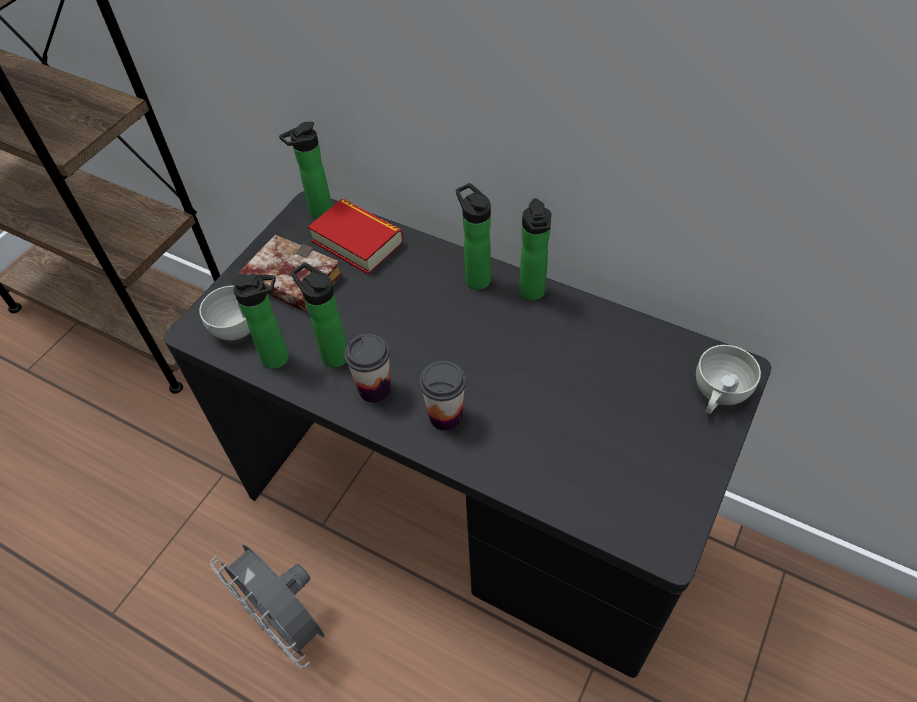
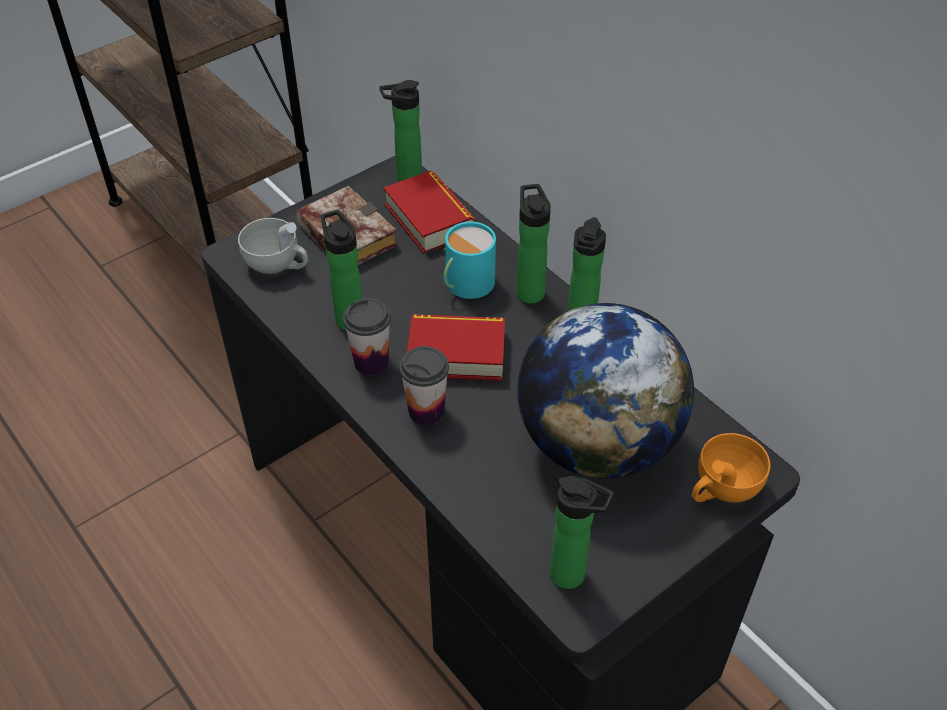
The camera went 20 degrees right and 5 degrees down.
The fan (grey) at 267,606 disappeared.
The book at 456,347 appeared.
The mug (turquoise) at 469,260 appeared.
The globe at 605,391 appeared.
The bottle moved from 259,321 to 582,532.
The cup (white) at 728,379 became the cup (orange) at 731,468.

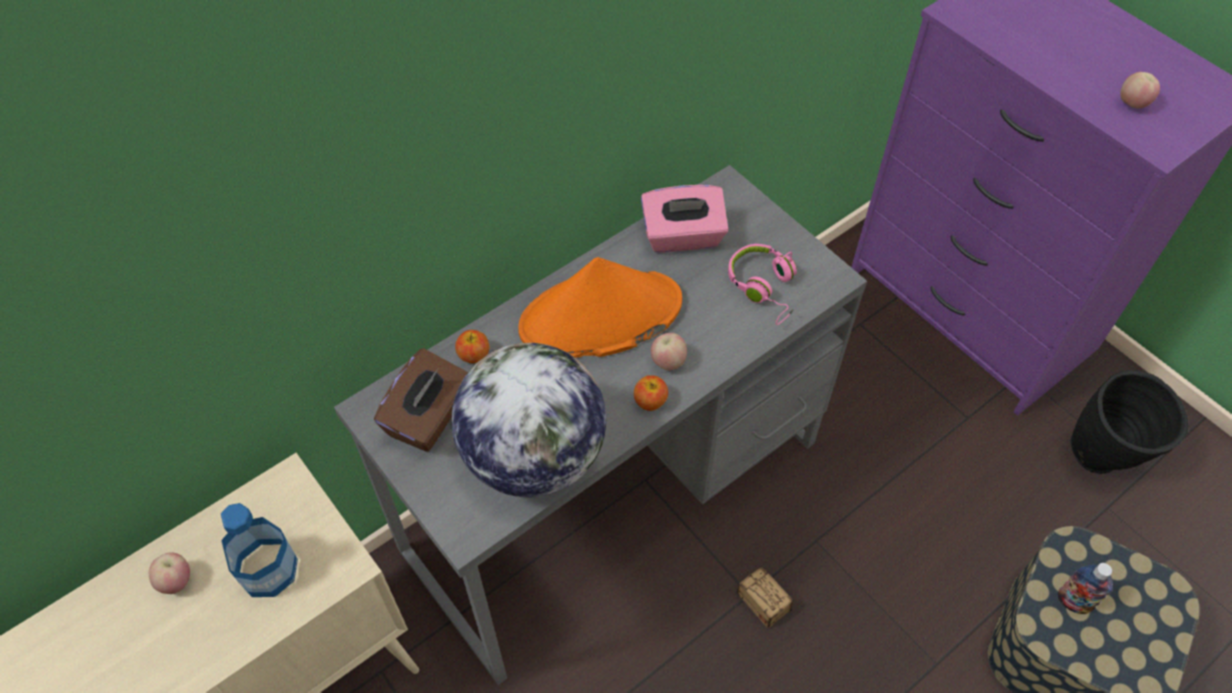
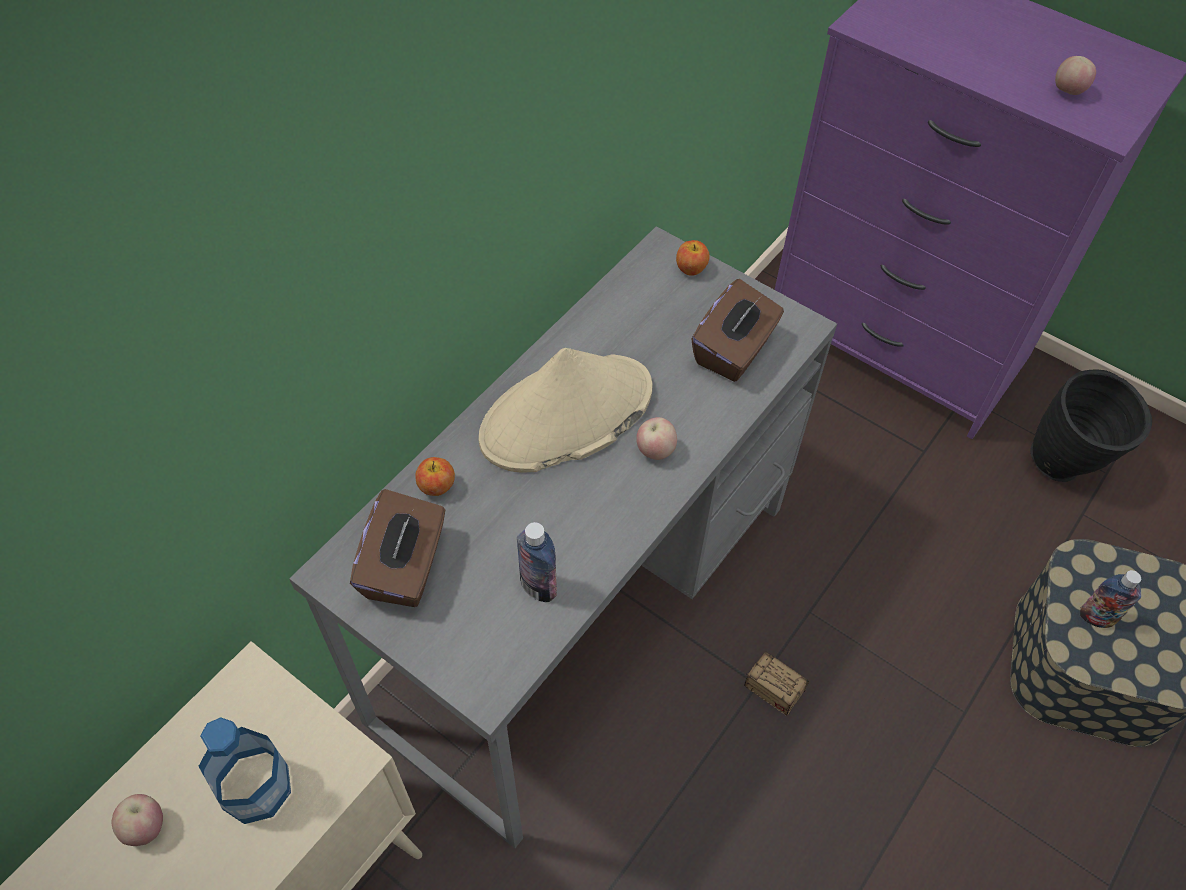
The camera went 15 degrees left and 0 degrees up.
The tissue box (pink) at 685,219 disappeared.
The apple moved from 651,393 to 693,258.
The globe at 528,420 was replaced by the bottle at 537,562.
The headphones (pink) at 762,284 was replaced by the tissue box (brown) at 737,330.
The hat (orange) at 600,307 became the hat (beige) at 565,410.

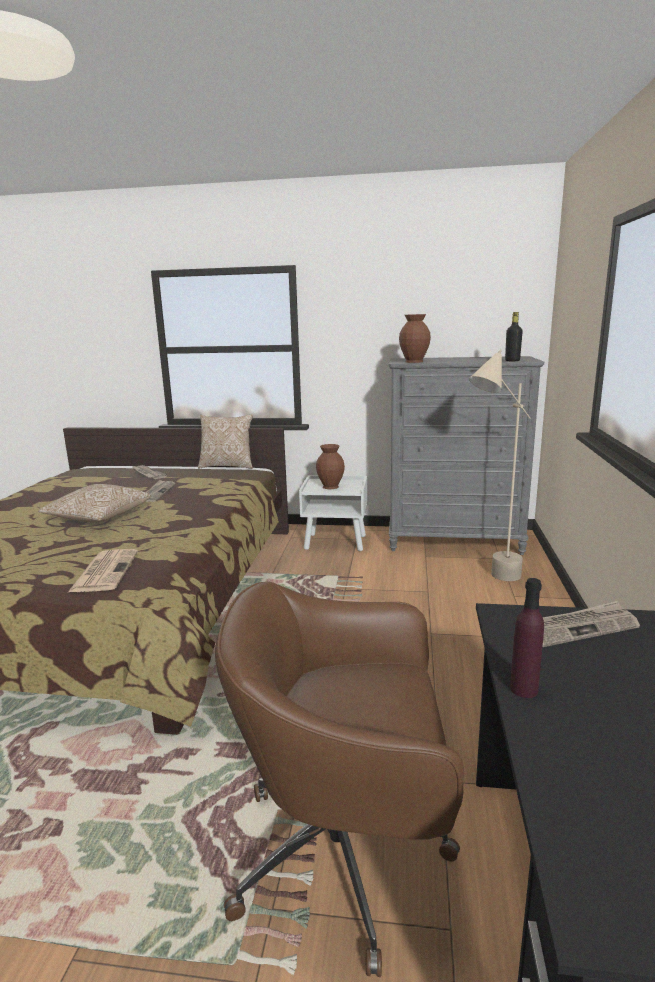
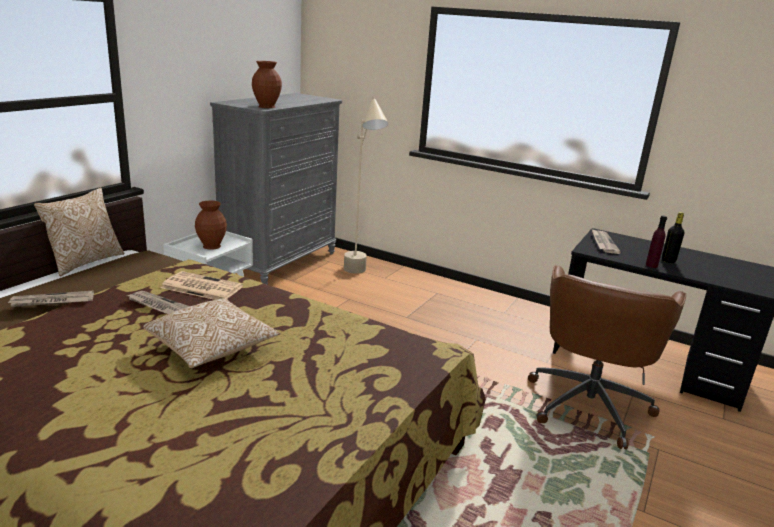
The camera went 70 degrees left and 5 degrees up.
The newspaper moved from 103,570 to 201,285.
The bottle (black) moved from 514,336 to 673,237.

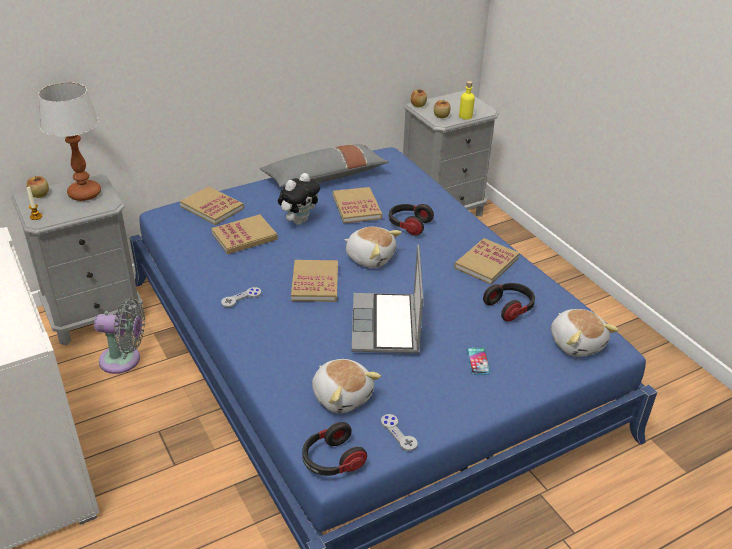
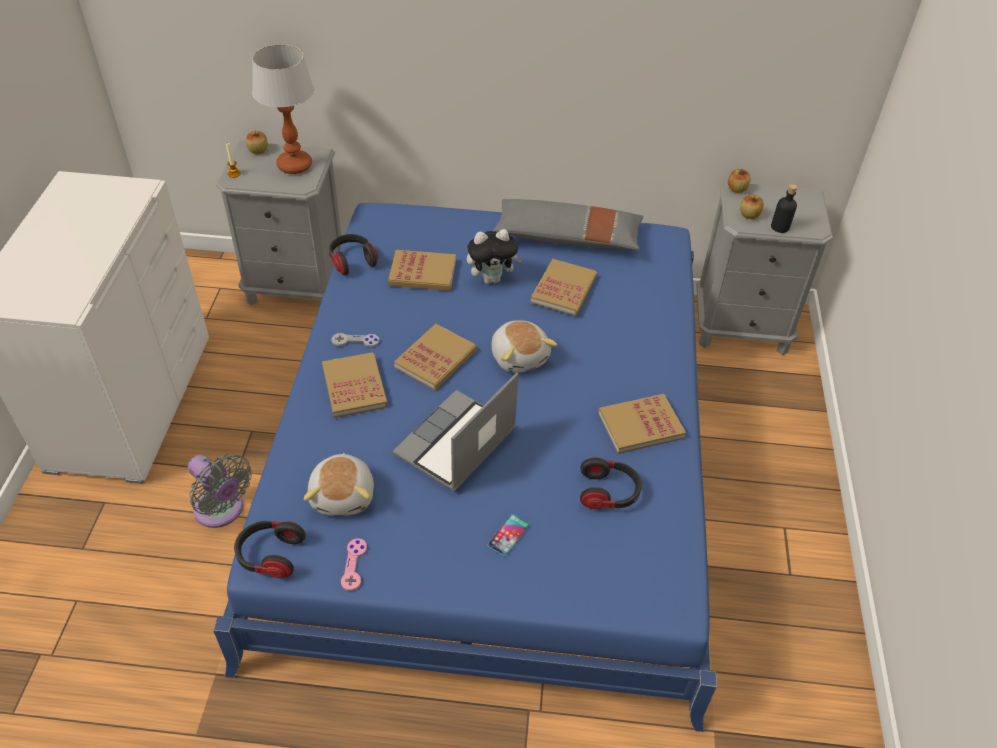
The camera went 35 degrees right and 10 degrees up.
The plush toy at 585,333 disappeared.
The fan (grey) moved from 119,336 to 220,491.
The book moved from 212,205 to 355,385.
The headphones moved from 411,219 to 353,254.
The game controller (grey) at 399,432 became the game controller (pink) at 354,565.
The bottle (yellow) at 467,100 became the bottle (black) at 784,208.

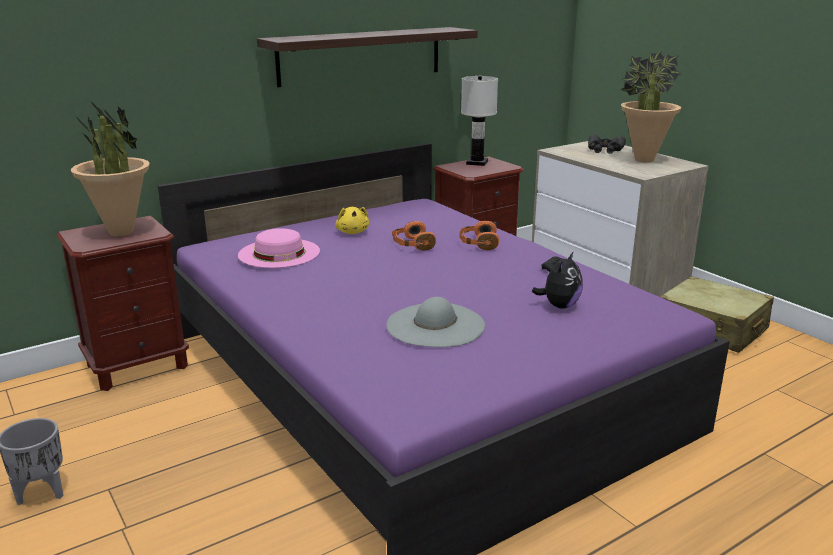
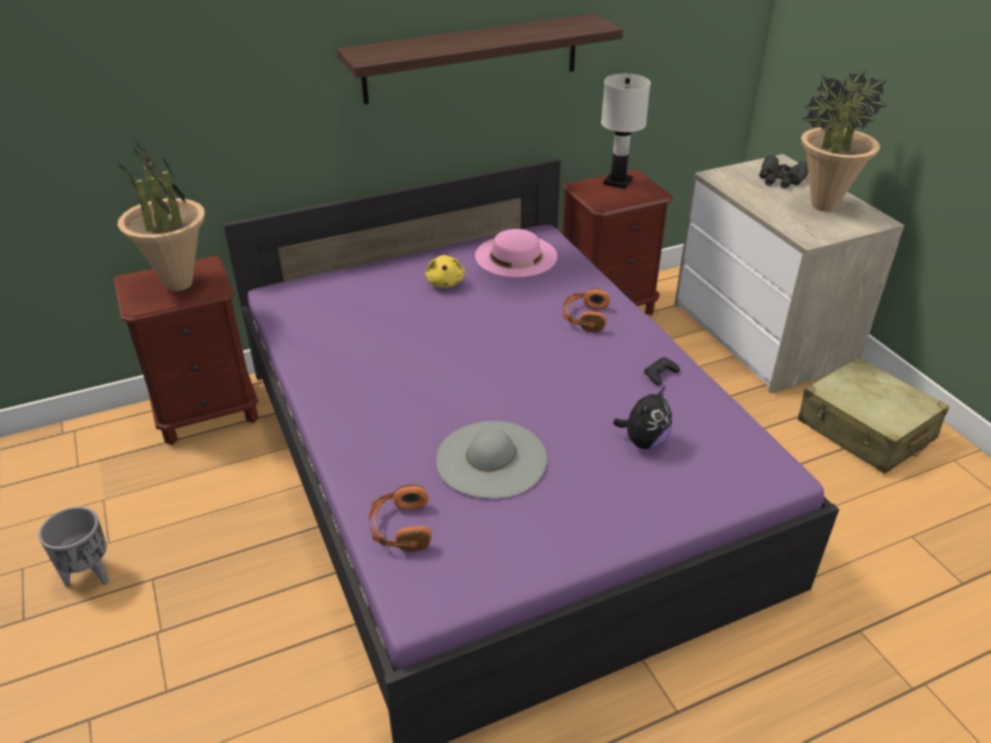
The camera went 10 degrees right and 15 degrees up.
The hat (pink) moved from 279,248 to 516,253.
The headphones (orange) moved from 414,235 to 400,518.

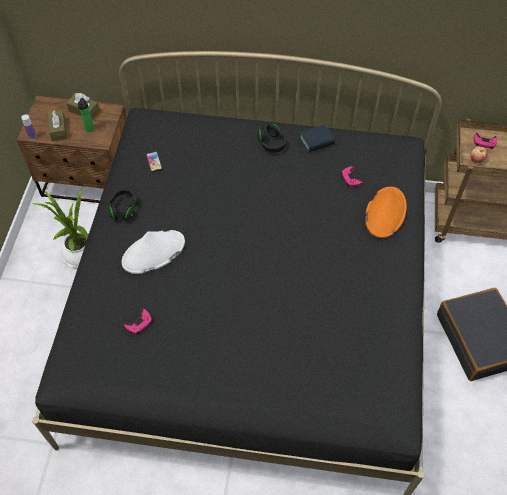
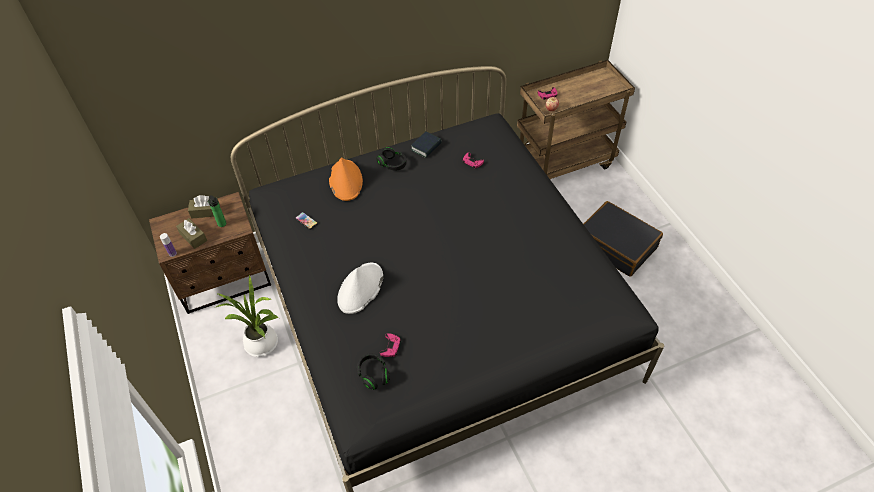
The camera went 30 degrees left and 5 degrees down.
The headphones (black) moved from 122,204 to 373,371.
The hat (orange) moved from 386,212 to 346,179.

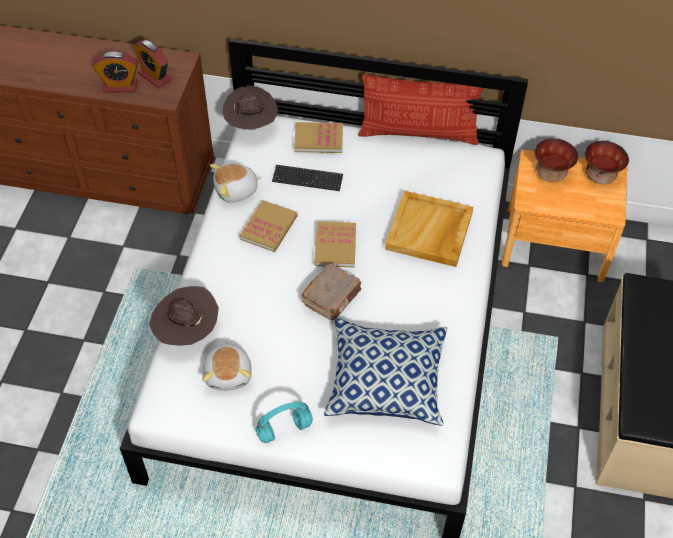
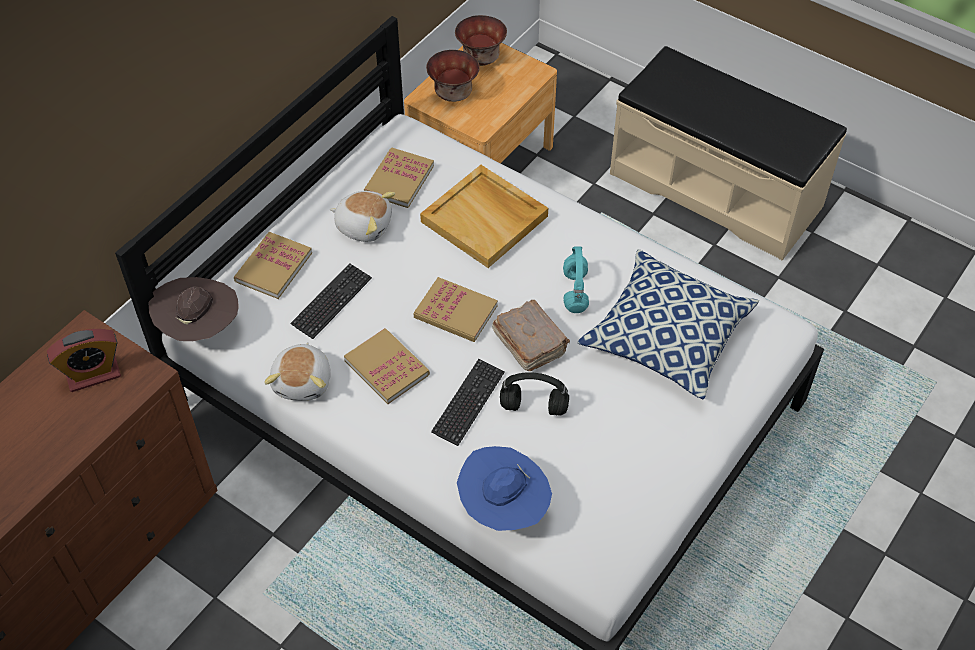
The camera went 65 degrees left and 0 degrees up.
The alarm clock at 115,72 disappeared.
The pillow at 420,109 disappeared.
The book at 399,178 appeared.
The keyboard at 468,402 appeared.
The headphones (black) at 534,394 appeared.
The plush toy moved from 227,366 to 362,216.
The headphones (turquoise) moved from 284,422 to 576,279.
The hat (brown) at 184,316 became the hat (blue) at 504,488.

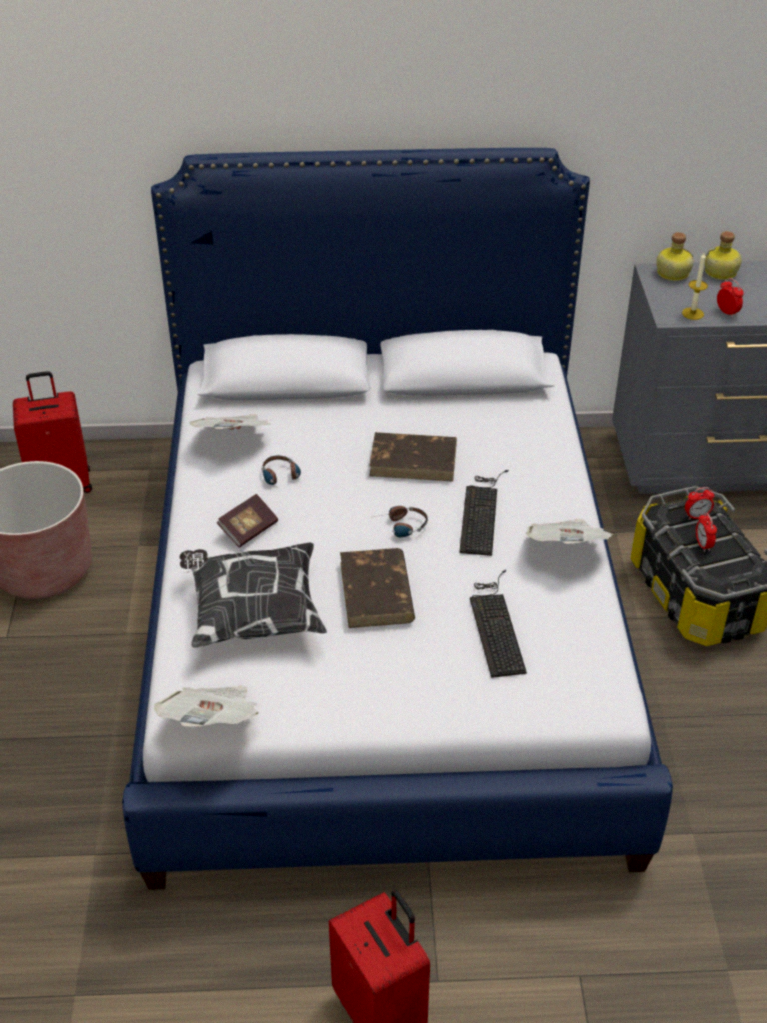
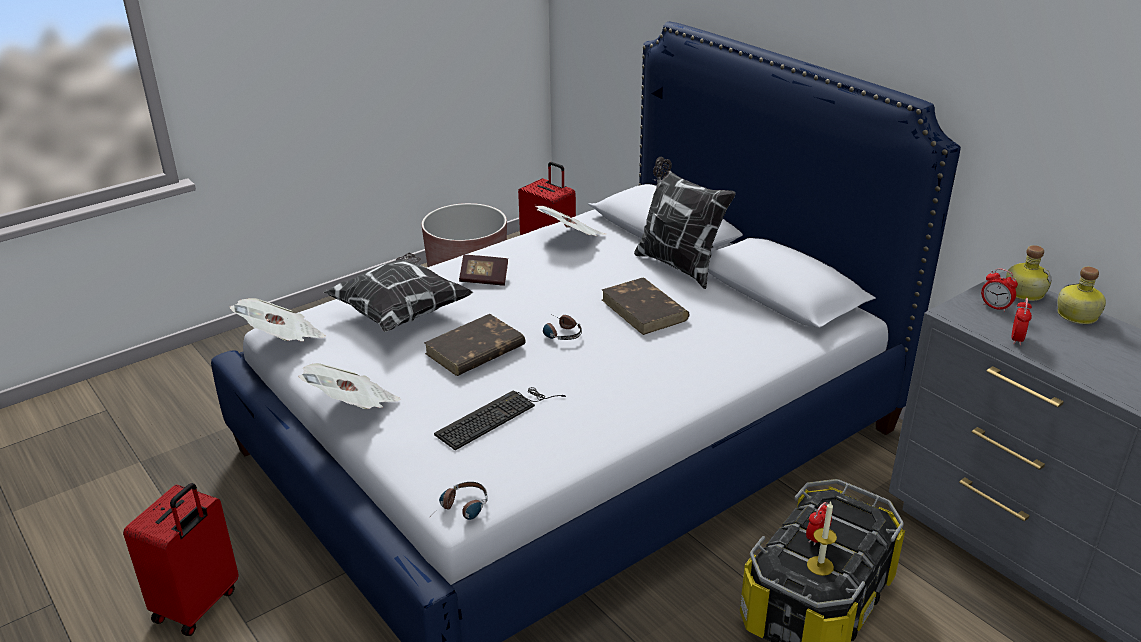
The camera went 55 degrees right and 10 degrees down.
The keyboard at 484,513 disappeared.
The pillow at 685,223 appeared.
The headphones moved from 281,471 to 462,501.
The newspaper moved from 569,531 to 349,386.
The candle moved from 695,286 to 822,539.
The alarm clock moved from 699,503 to 999,290.

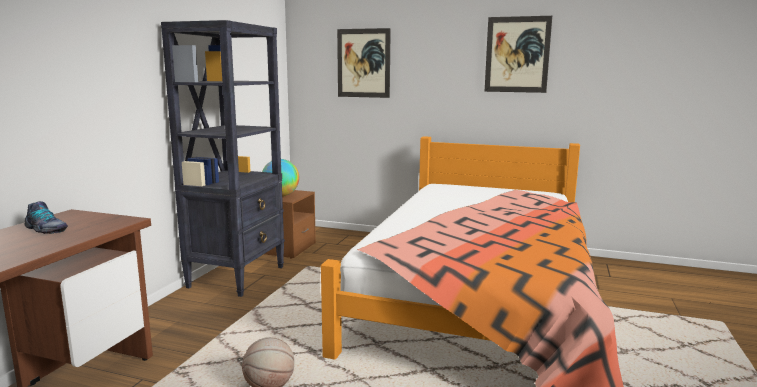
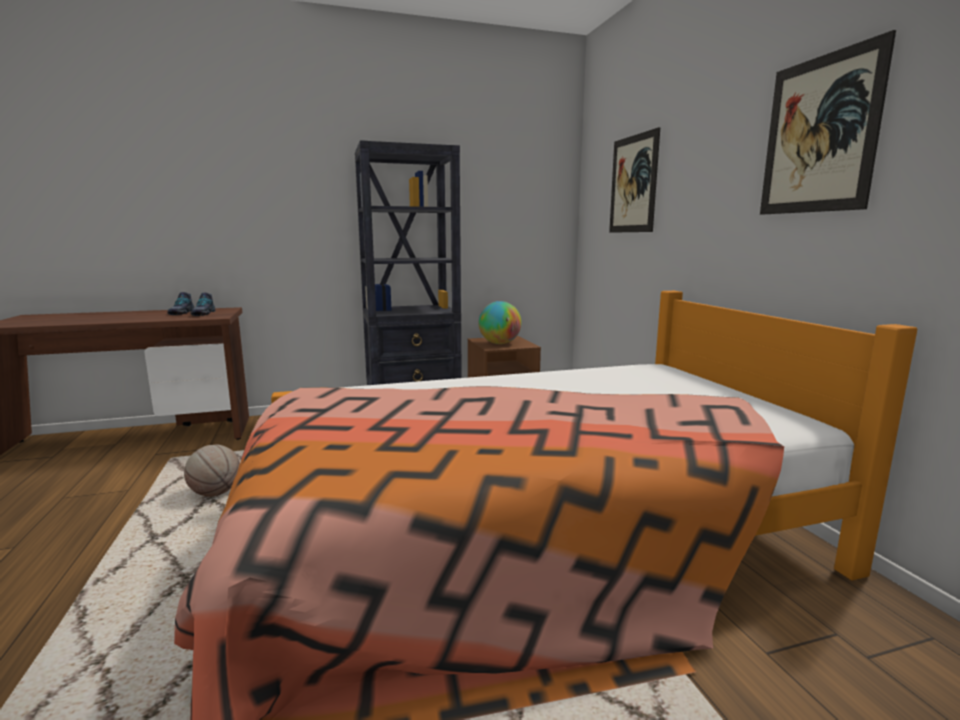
The camera went 55 degrees right and 0 degrees up.
The shoe at 203,304 appeared.

